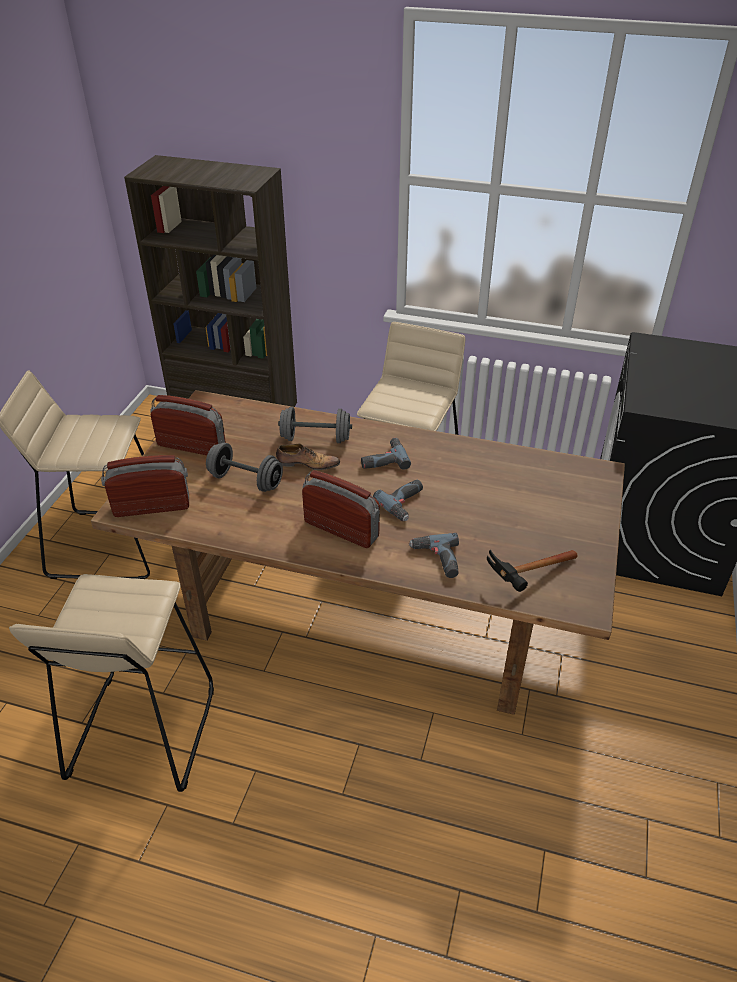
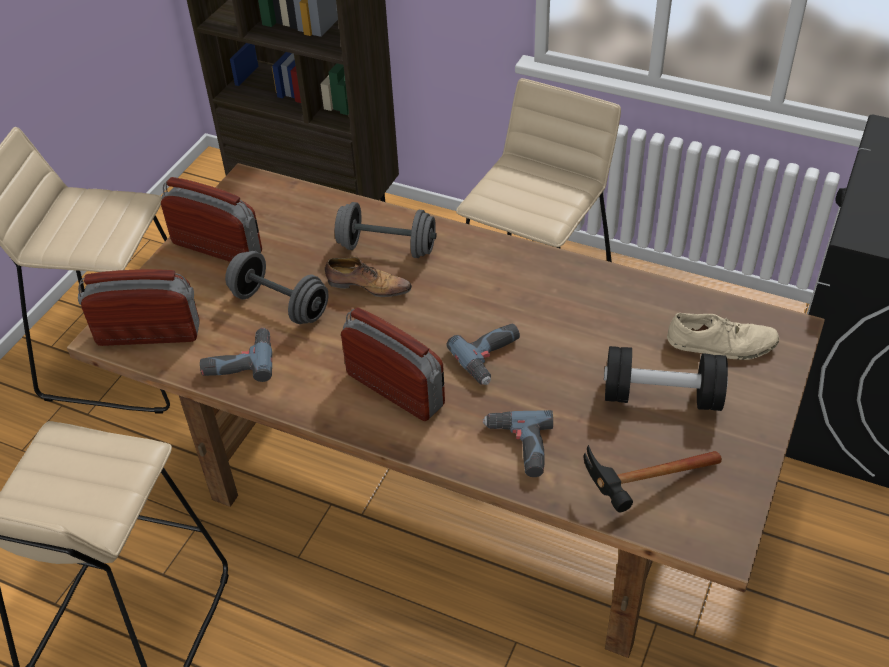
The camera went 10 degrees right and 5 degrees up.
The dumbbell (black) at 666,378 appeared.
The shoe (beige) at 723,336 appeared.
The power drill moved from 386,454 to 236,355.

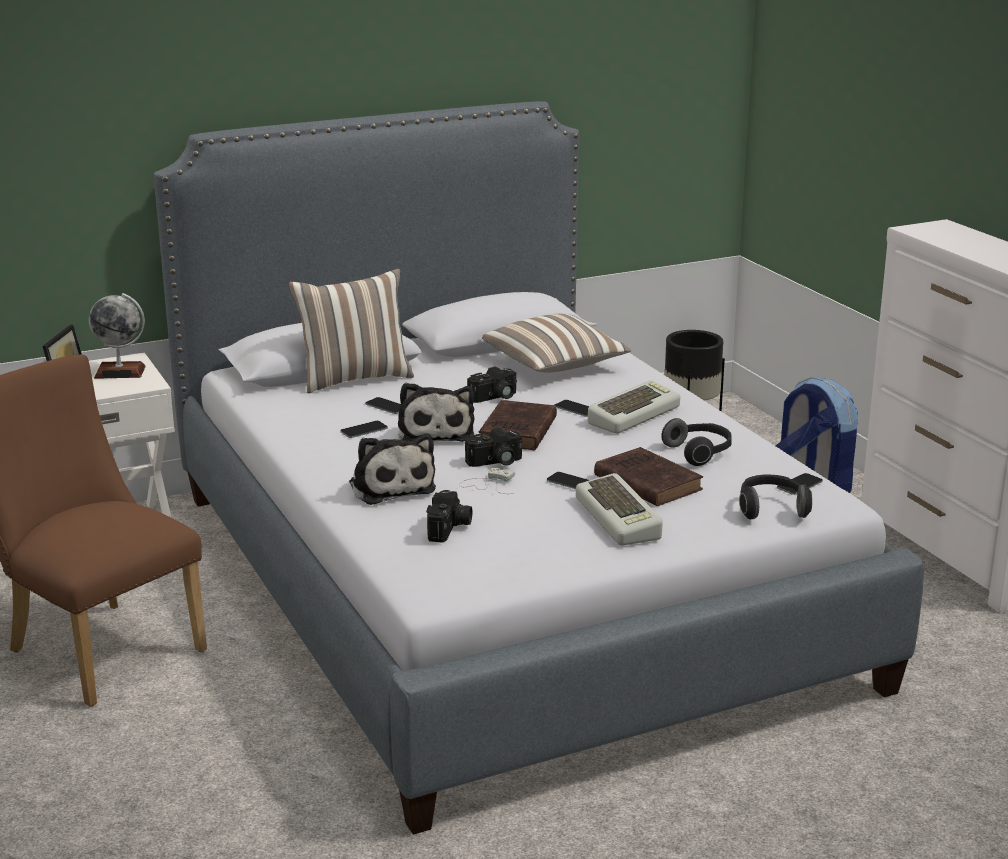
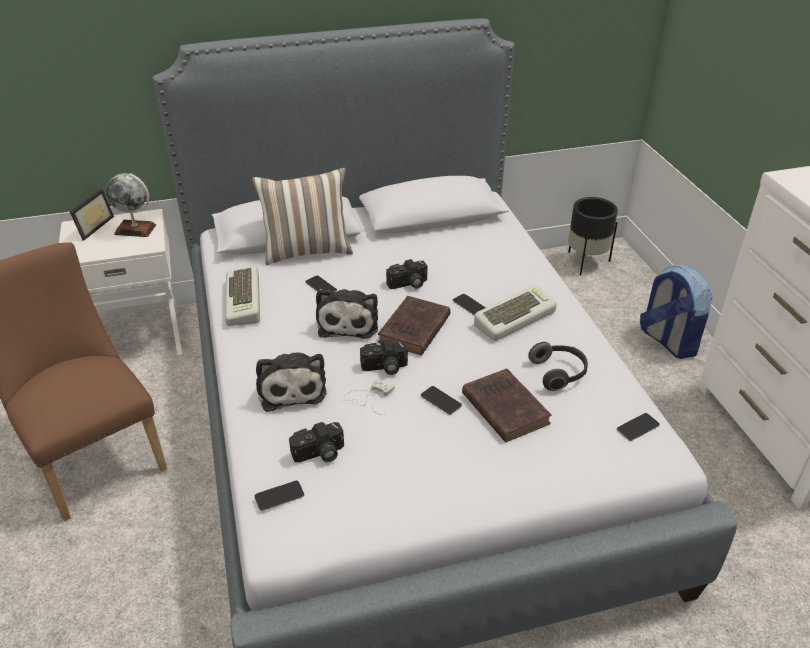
The camera went 10 degrees right and 15 degrees up.
The pillow at 556,343 disappeared.
The headphones at 775,497 disappeared.
The phone moved from 364,429 to 279,496.
The keyboard moved from 619,509 to 242,296.
The photo camera at 449,516 turned 45 degrees clockwise.

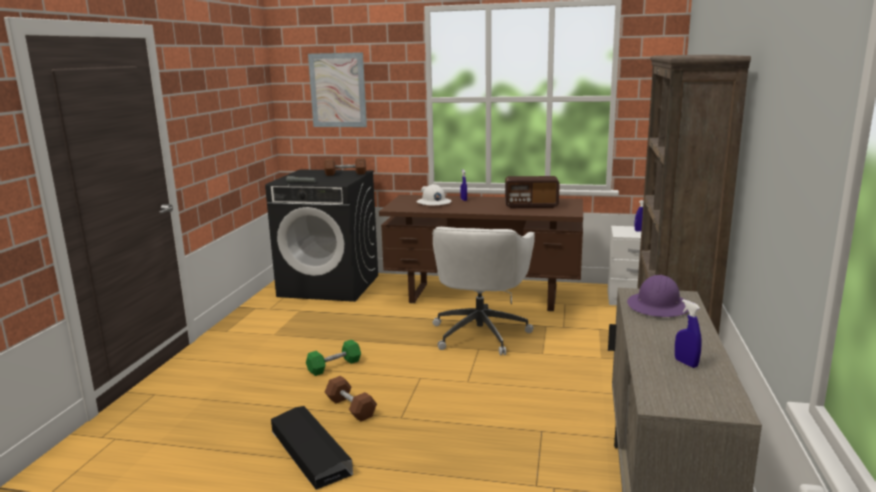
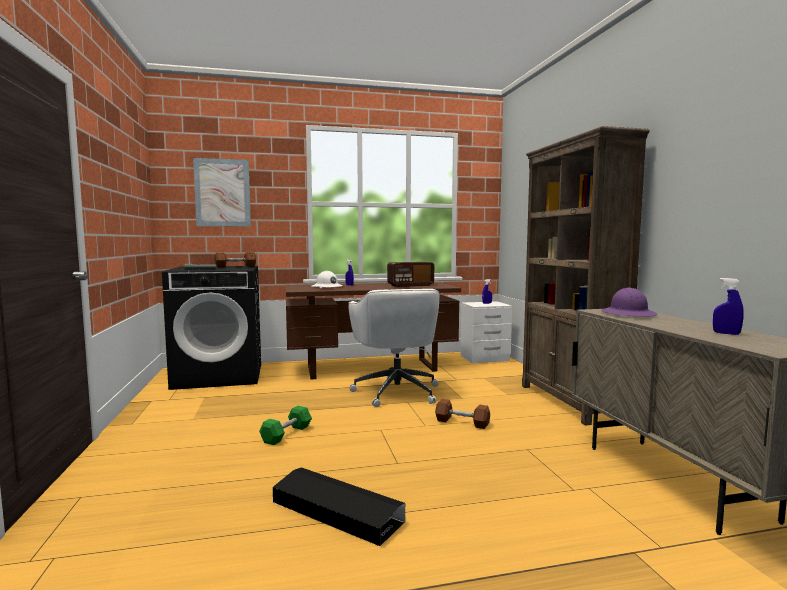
The camera went 25 degrees left and 10 degrees down.
The dumbbell (brown) moved from 351,398 to 462,414.

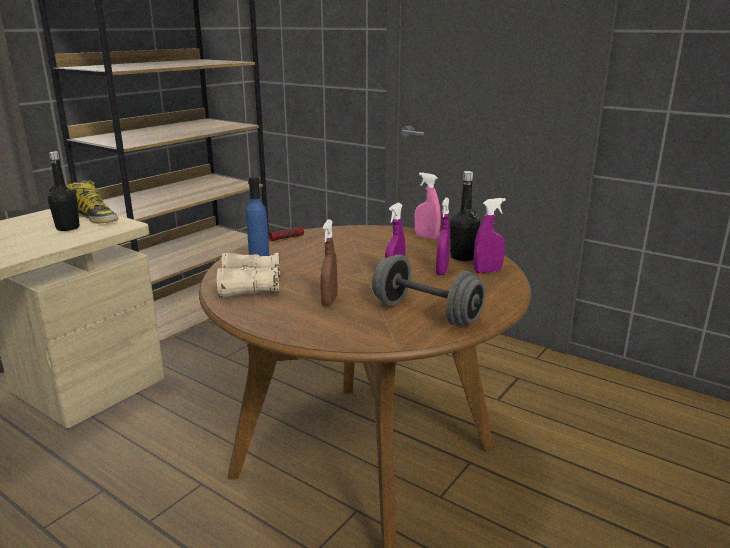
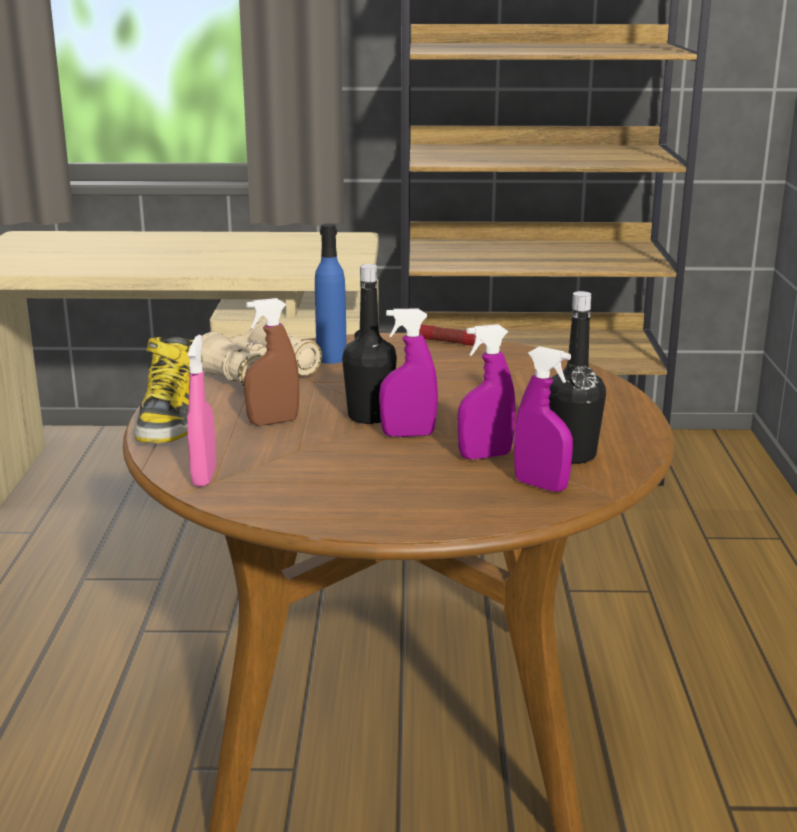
The camera went 55 degrees right and 0 degrees up.
The dumbbell (grey) at 429,290 disappeared.
The bottle (black) moved from 63,191 to 369,344.
The boot moved from 92,201 to 169,390.
The spray bottle (pink) moved from 427,206 to 201,411.

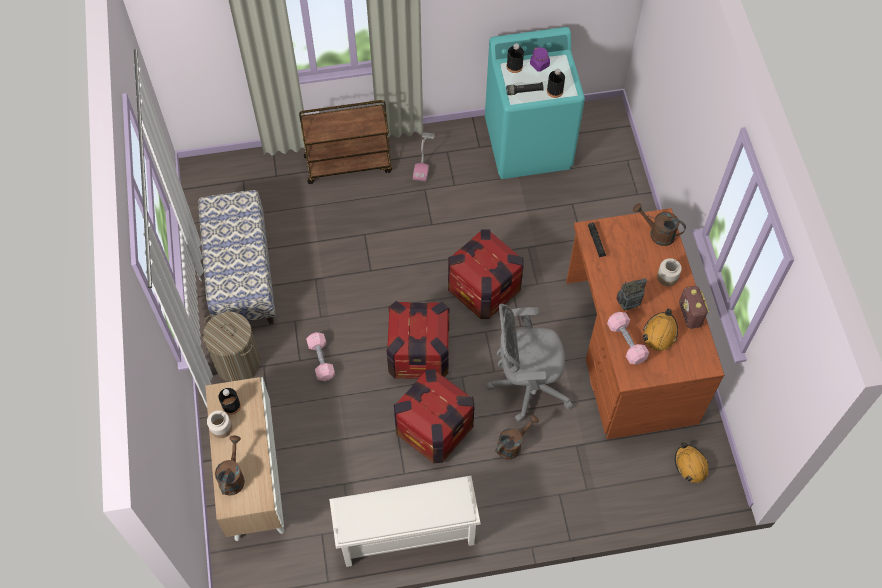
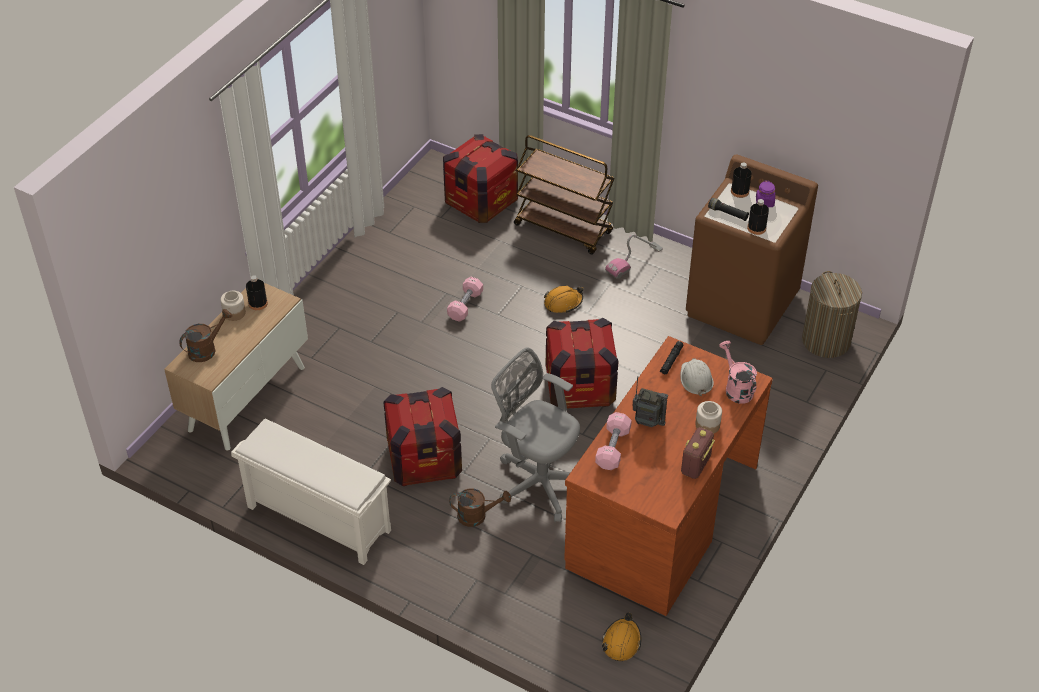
The camera went 40 degrees right and 15 degrees down.
The bench at 237,257 disappeared.
The hard hat (white) at 697,377 appeared.
The laundry basket moved from 232,347 to 832,314.
The dumbbell (pink) moved from 320,356 to 465,299.
The crate moved from 417,340 to 480,178.
The hard hat (orange) moved from 660,330 to 564,299.
The washing machine (turquoise) at 535,103 became the washing machine (brown) at 752,250.
The watering can (brown) at 659,224 became the watering can (pink) at 738,372.

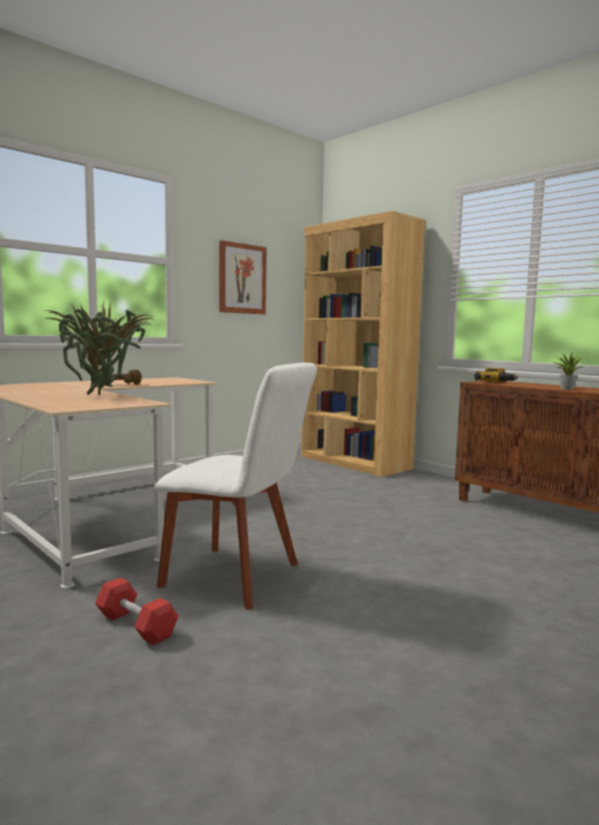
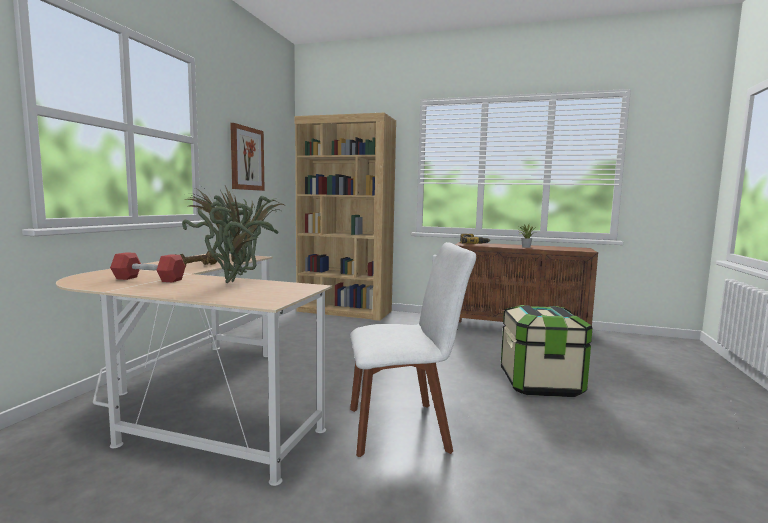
The camera went 30 degrees left and 0 degrees up.
The storage box at 546,351 appeared.
The dumbbell (red) moved from 136,611 to 148,267.

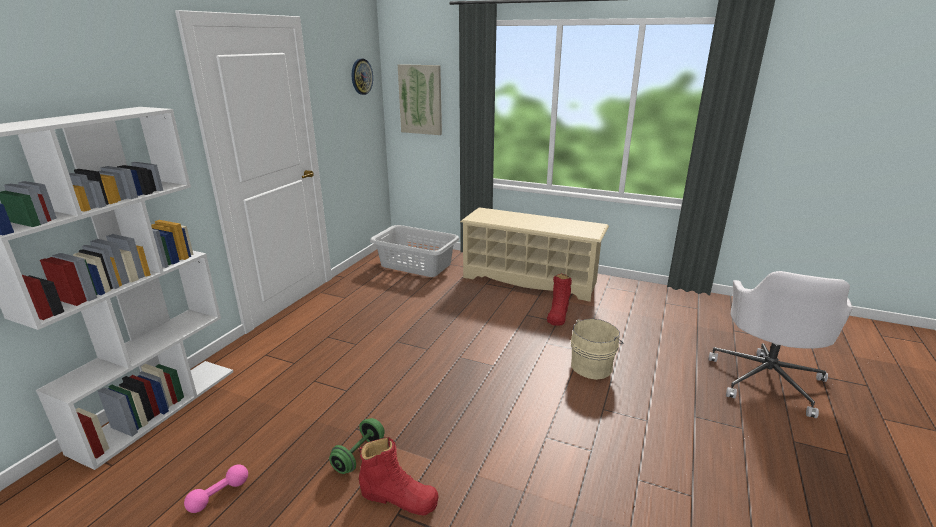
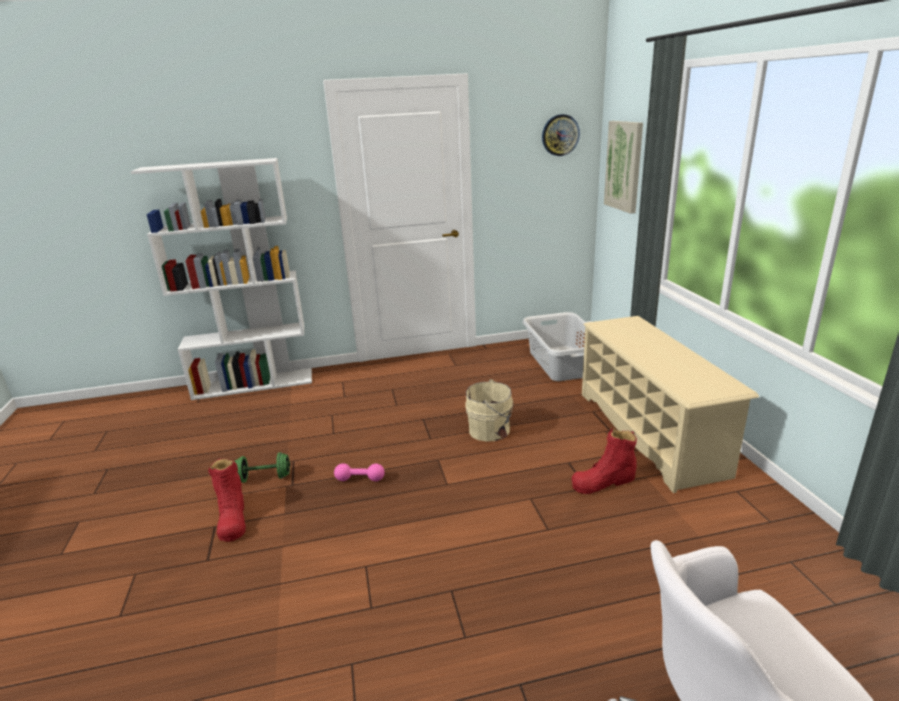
The camera went 55 degrees right and 0 degrees up.
The dumbbell (pink) moved from 216,489 to 359,472.
The bucket (beige) moved from 597,349 to 490,410.

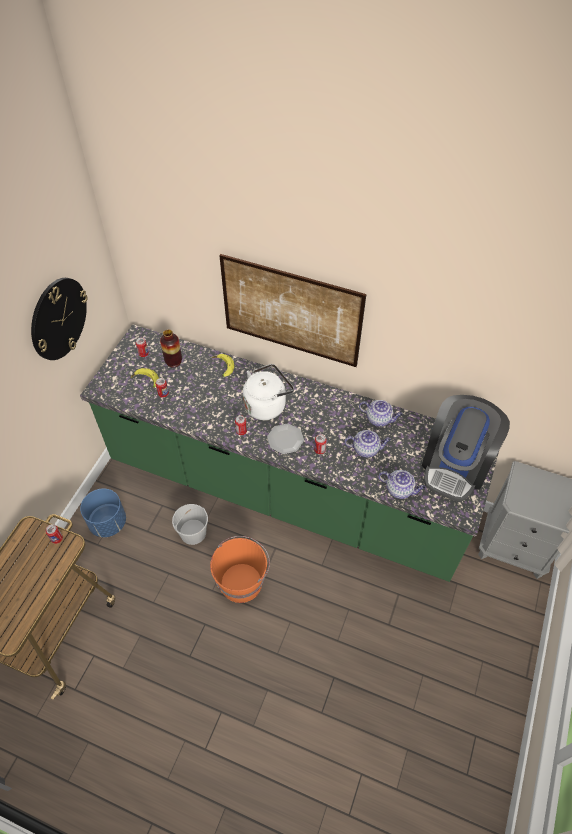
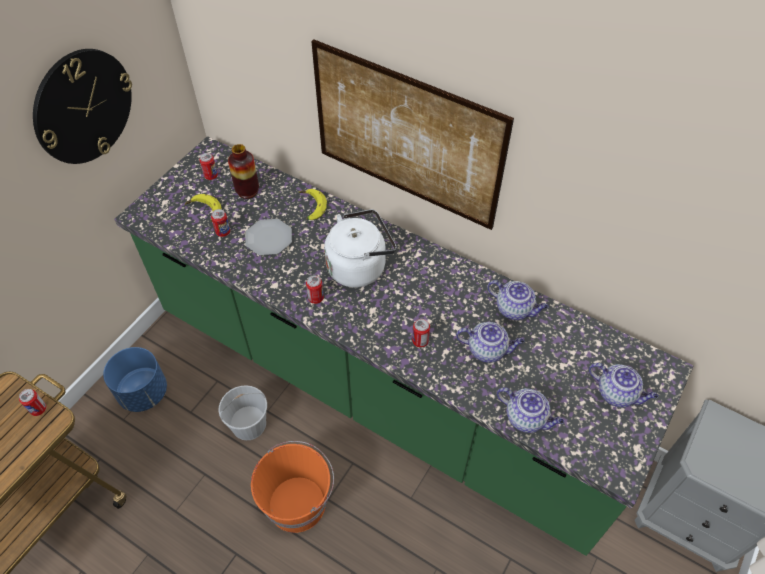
The camera went 10 degrees right and 0 degrees up.
The plate moved from 285,439 to 268,237.
The coffee machine at 466,448 was replaced by the teapot at 623,385.

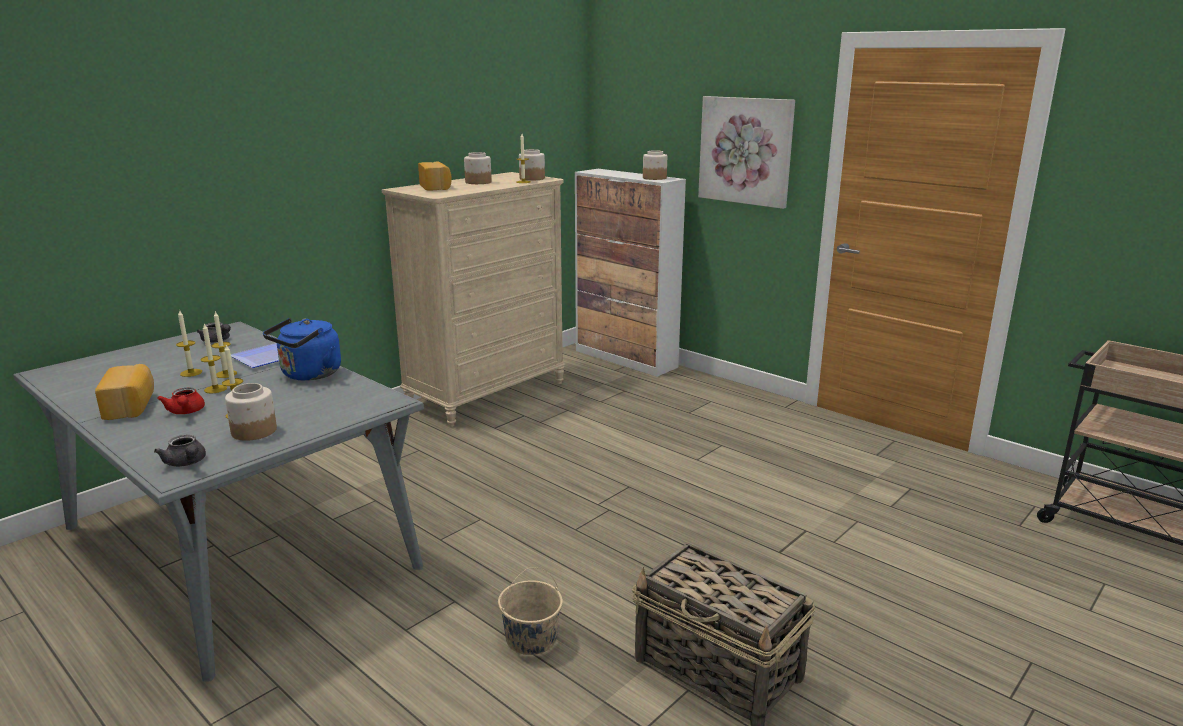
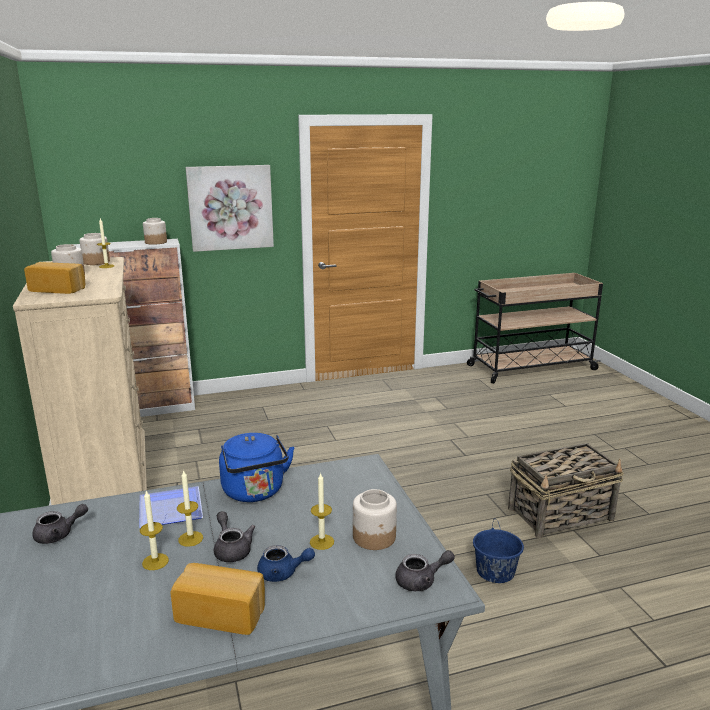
The camera went 60 degrees left and 0 degrees up.
The candle at 214,358 was replaced by the teapot (grey) at 234,536.
The teapot (red) at 181,401 became the teapot (blue) at 286,563.
The bucket (beige) at 530,611 became the bucket (blue) at 498,550.

